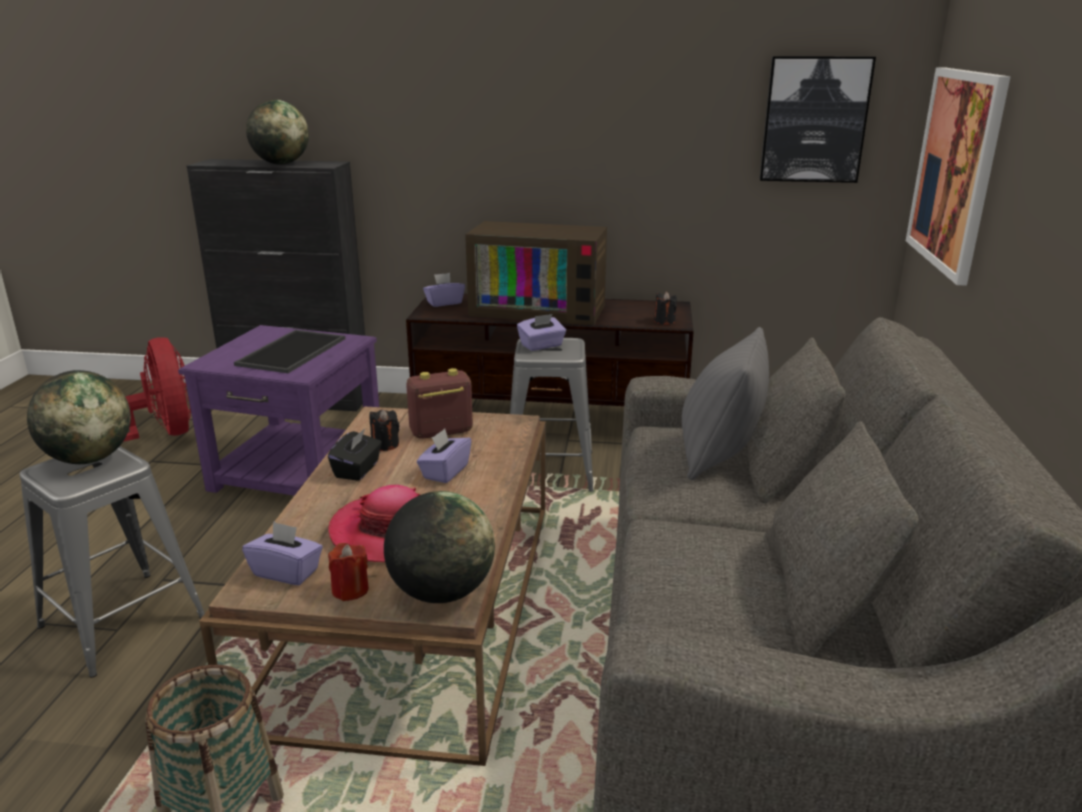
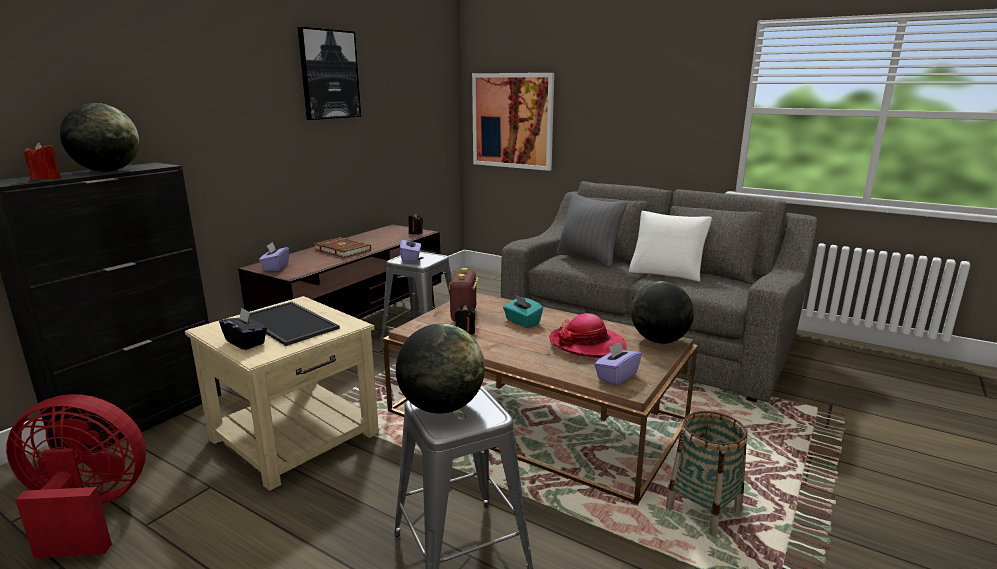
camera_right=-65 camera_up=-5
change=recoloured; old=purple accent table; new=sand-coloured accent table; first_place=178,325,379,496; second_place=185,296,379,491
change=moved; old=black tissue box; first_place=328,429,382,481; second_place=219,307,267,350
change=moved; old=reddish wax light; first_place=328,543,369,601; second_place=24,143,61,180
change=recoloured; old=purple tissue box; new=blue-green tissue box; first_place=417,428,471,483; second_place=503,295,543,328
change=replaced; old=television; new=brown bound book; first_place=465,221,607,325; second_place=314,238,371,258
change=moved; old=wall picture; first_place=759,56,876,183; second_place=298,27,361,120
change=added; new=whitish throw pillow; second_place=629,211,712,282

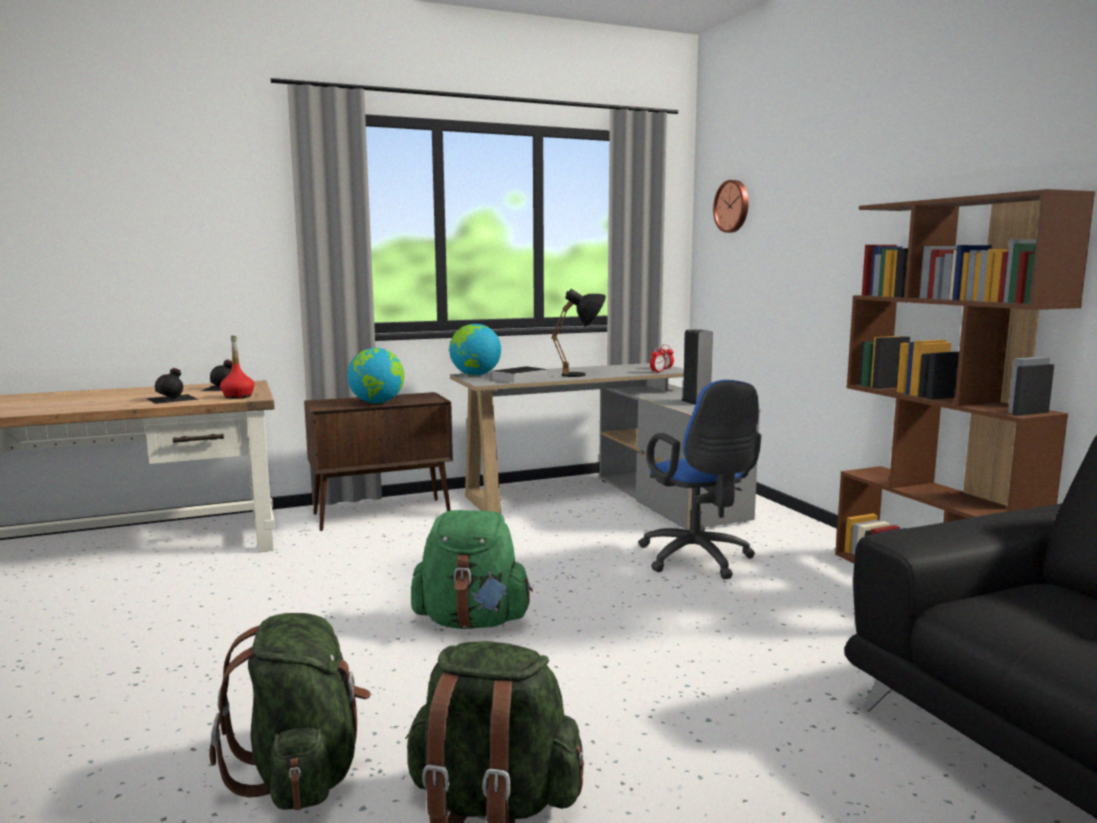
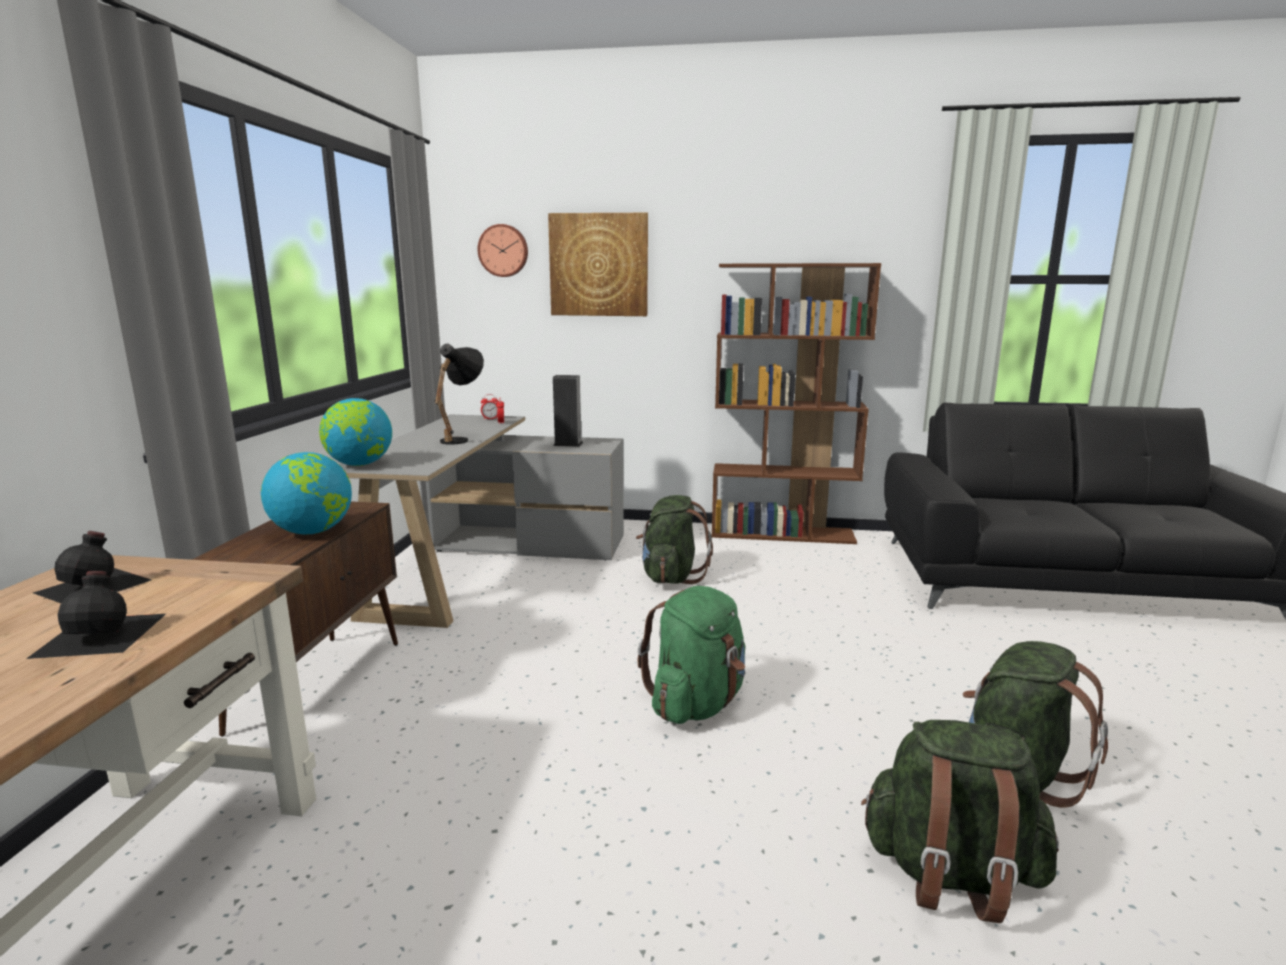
camera_right=-60 camera_up=5
change=removed; old=reddish bottle; first_place=220,336,255,399
change=removed; old=bound book; first_place=486,366,548,383
change=replaced; old=blue-coloured desk chair; new=greenish backpack; first_place=638,380,762,579; second_place=636,495,713,584
change=added; new=wall picture; second_place=548,213,648,316

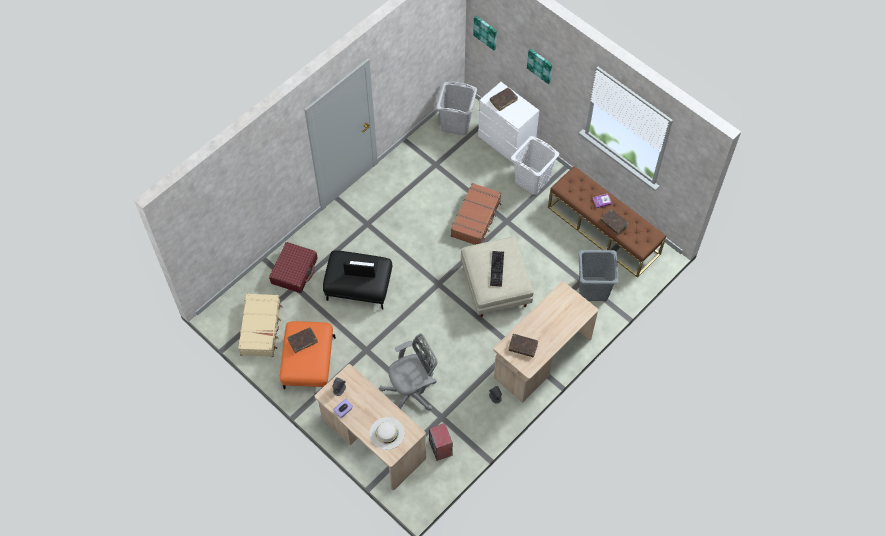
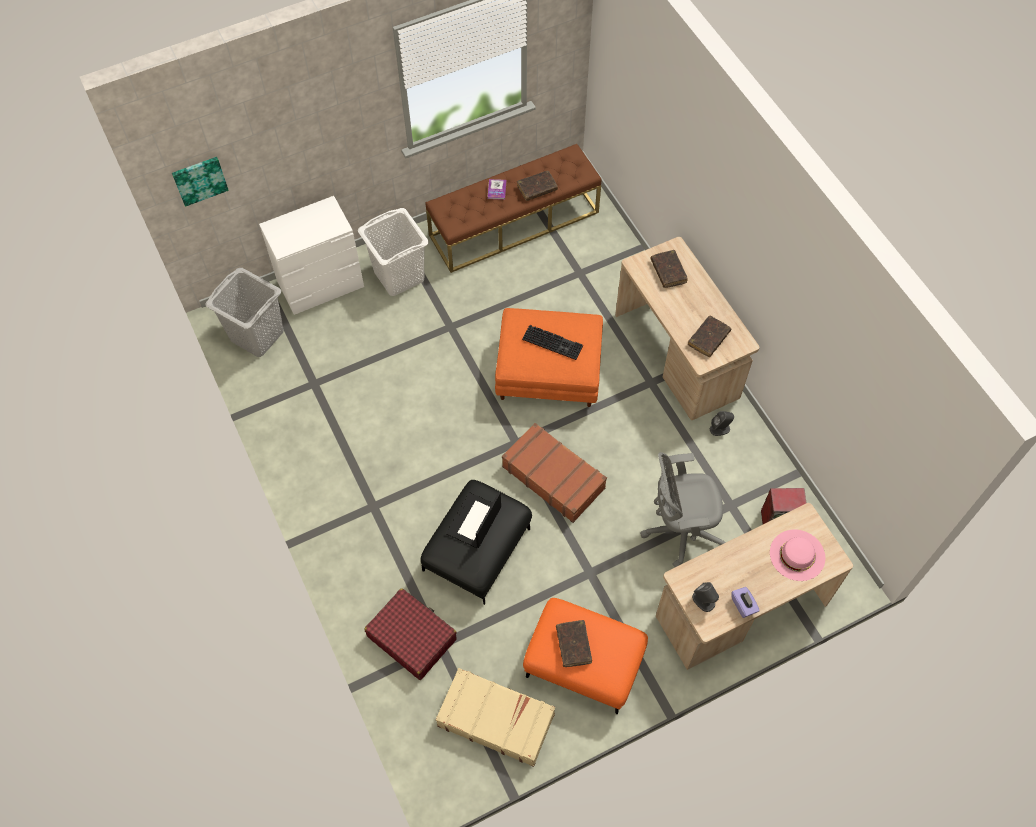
camera_right=-70 camera_up=0
change=recoloured; old=whitish hat; new=pinkish hat; first_place=369,417,405,450; second_place=770,529,825,581
change=turned; old=gray desk chair; first_place=379,333,438,411; second_place=640,452,726,567; degrees=-90
change=moved; old=brown piece of luggage; first_place=451,183,501,245; second_place=502,423,607,523
change=recoloured; old=sand-coloured ottoman; new=orange ottoman; first_place=461,237,533,317; second_place=495,308,603,407
change=moved; old=brown bound book; first_place=490,88,518,111; second_place=651,250,688,288
change=removed; old=wall picture; first_place=527,48,552,84
change=removed; old=gray hamper; first_place=578,250,618,301

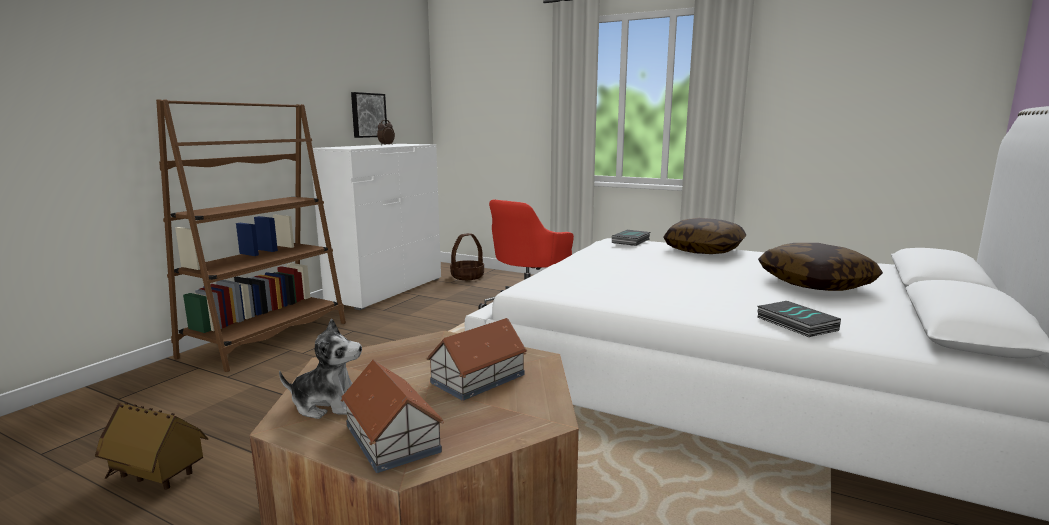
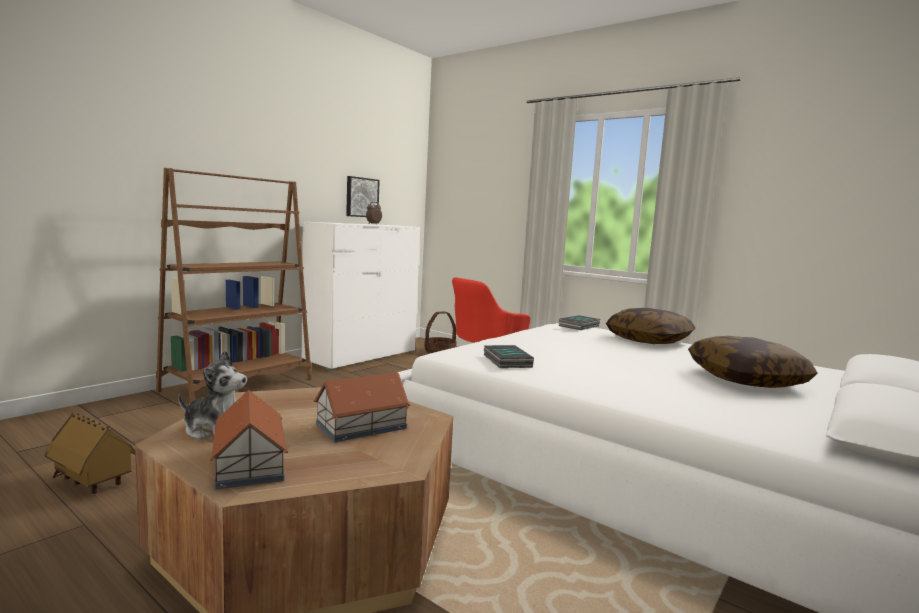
camera_right=10 camera_up=-5
change=moved; old=bound book; first_place=757,301,841,337; second_place=484,345,534,368

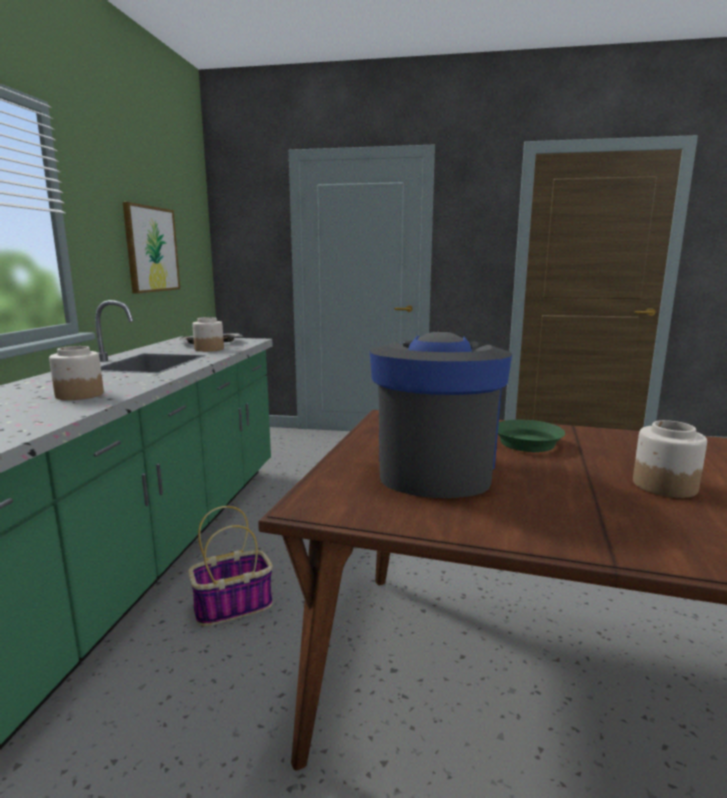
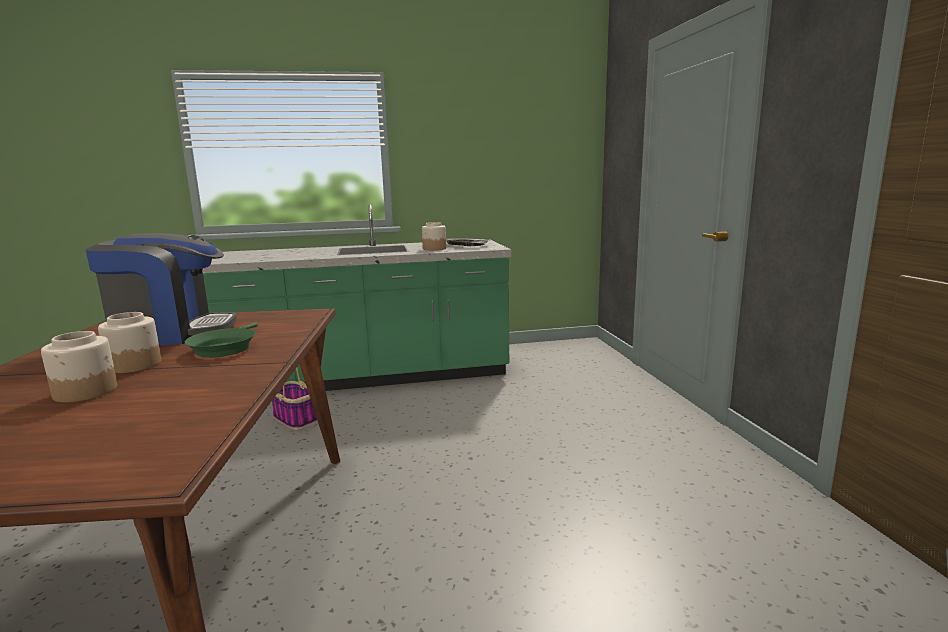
camera_right=70 camera_up=0
change=moved; old=preserve jar; first_place=49,346,104,400; second_place=98,312,161,373
change=removed; old=wall picture; first_place=123,202,180,294

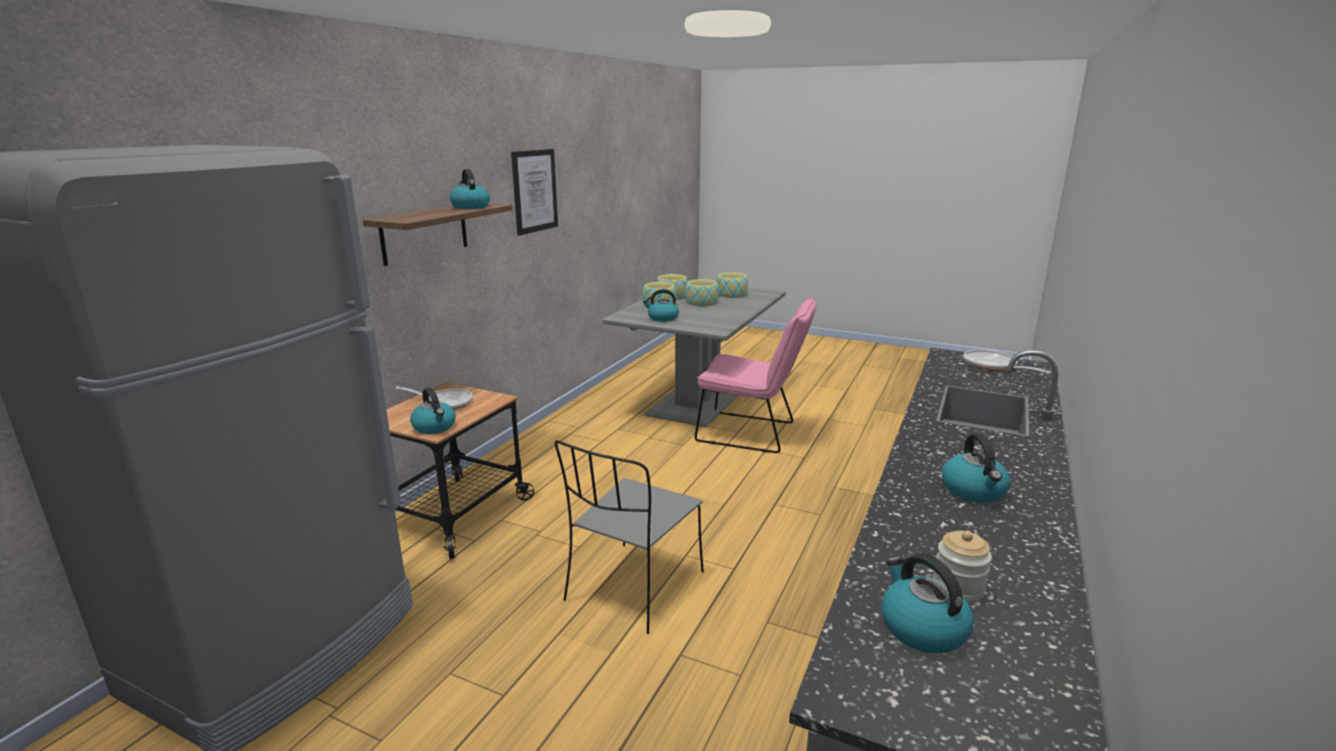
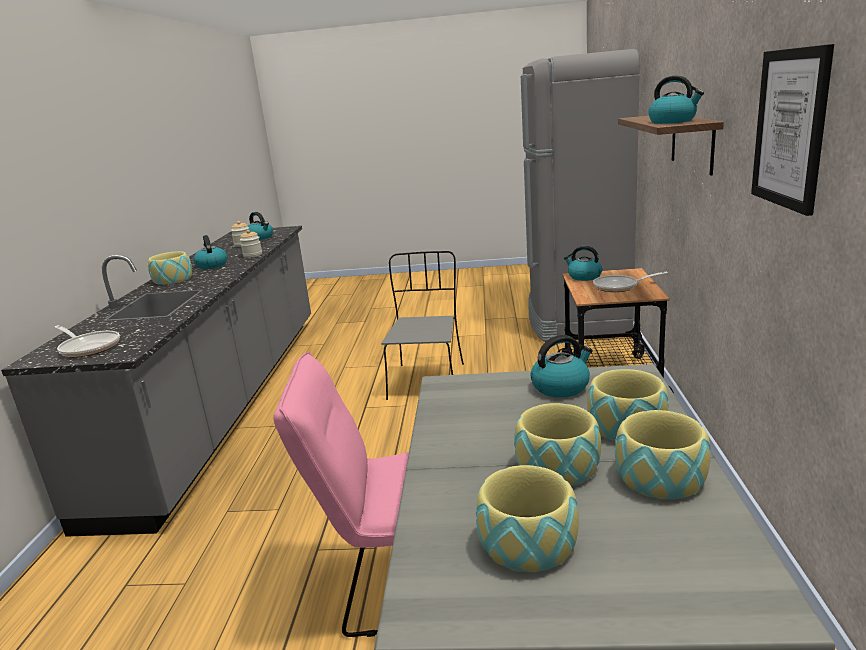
camera_right=160 camera_up=0
change=added; new=deep dish; second_place=148,251,192,285
change=added; new=preserve jar; second_place=240,230,262,258

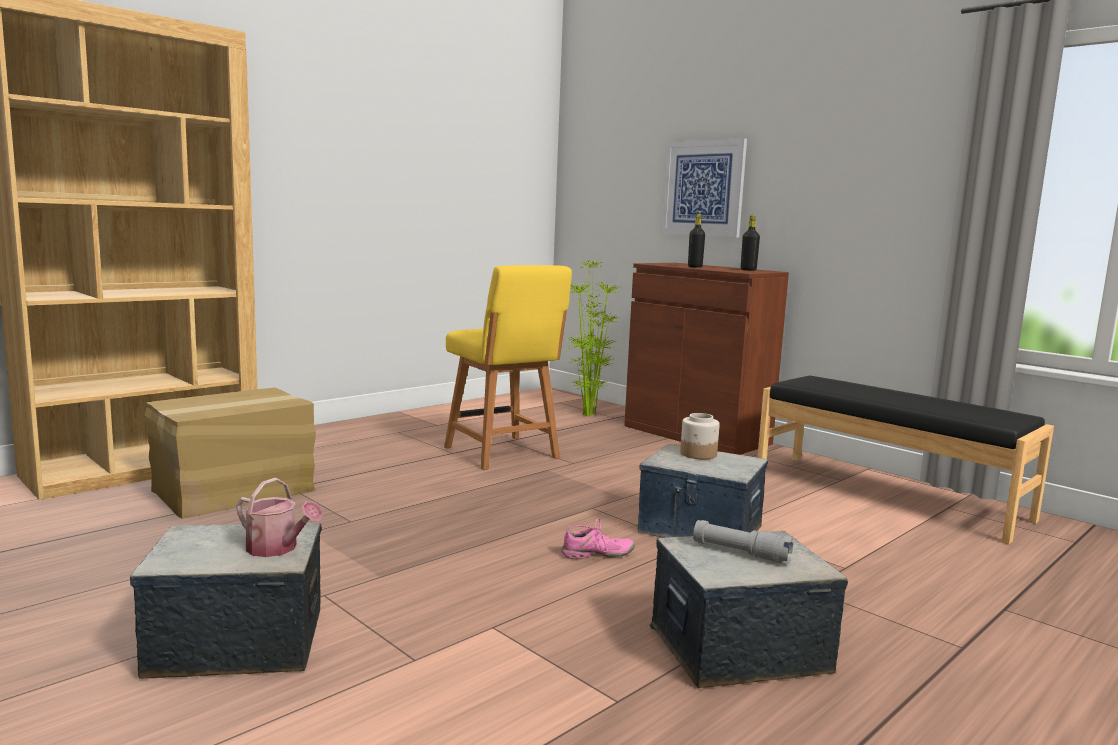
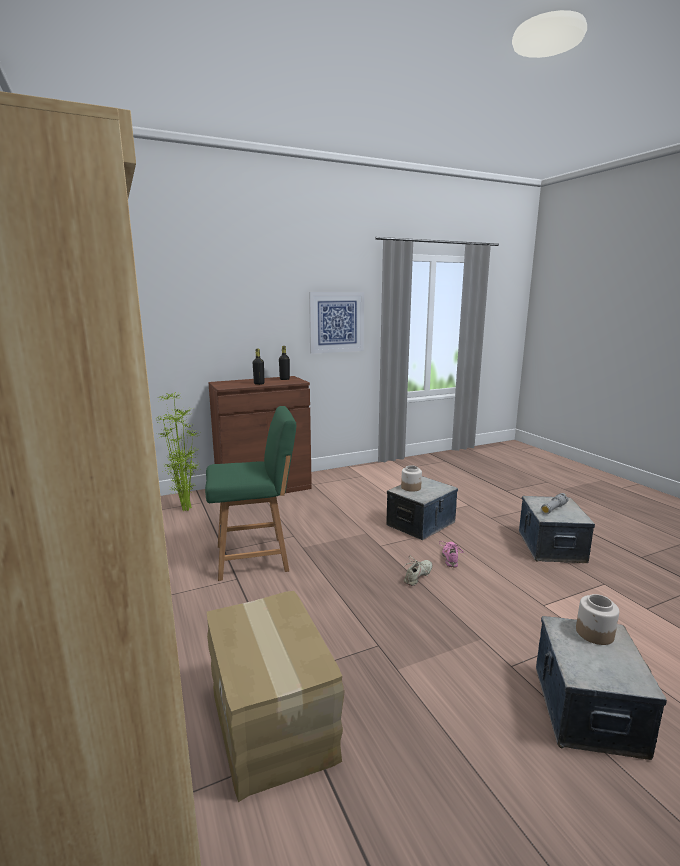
camera_right=-70 camera_up=5
change=replaced; old=sprinkling can; new=preserve jar; first_place=236,478,323,557; second_place=576,594,619,645
change=recoloured; old=yellow upright chair; new=greenish upright chair; first_place=444,265,572,470; second_place=205,406,296,581
change=moved; old=wall picture; first_place=661,138,747,237; second_place=309,292,364,354
change=removed; old=black long seat; first_place=757,376,1054,545
change=added; new=sand-coloured shoe; second_place=403,555,432,586

